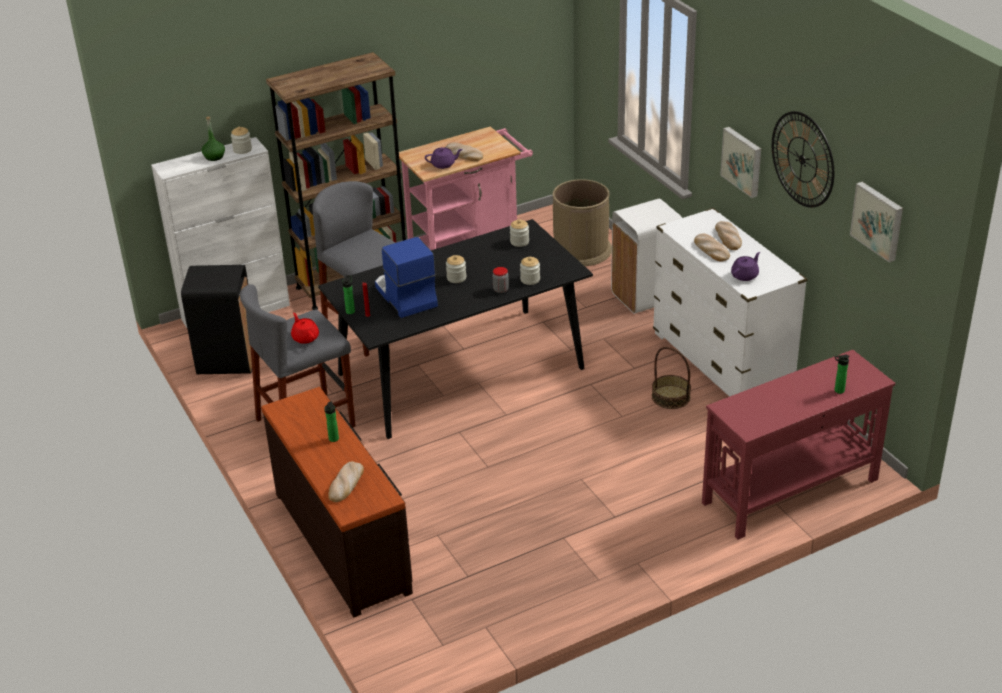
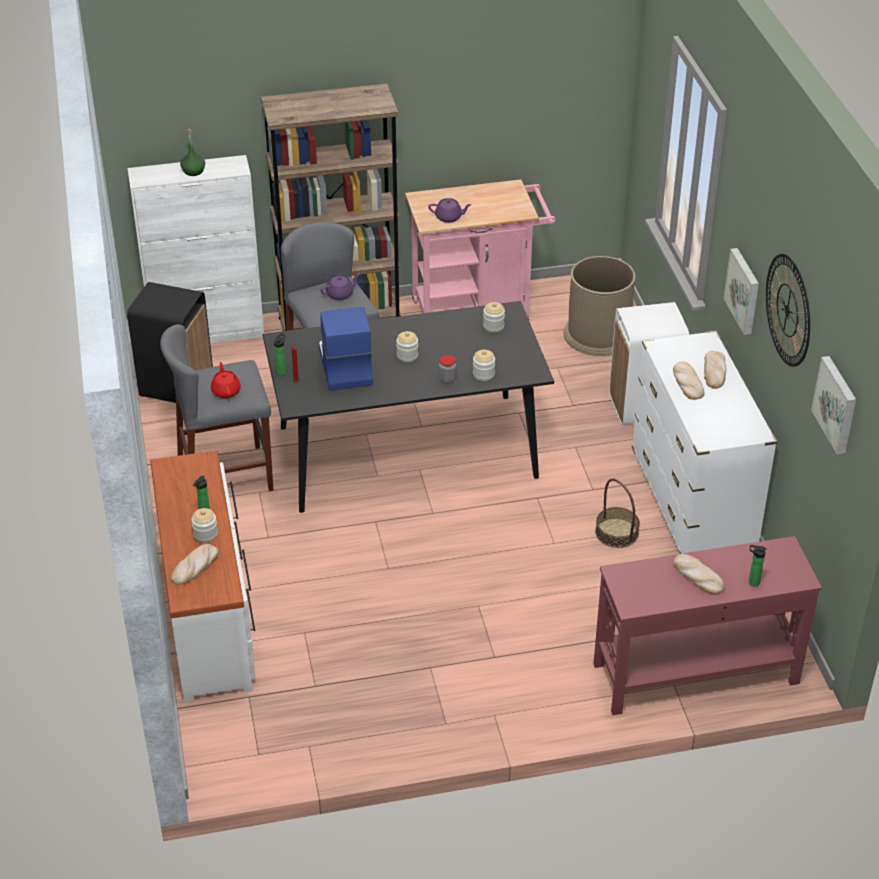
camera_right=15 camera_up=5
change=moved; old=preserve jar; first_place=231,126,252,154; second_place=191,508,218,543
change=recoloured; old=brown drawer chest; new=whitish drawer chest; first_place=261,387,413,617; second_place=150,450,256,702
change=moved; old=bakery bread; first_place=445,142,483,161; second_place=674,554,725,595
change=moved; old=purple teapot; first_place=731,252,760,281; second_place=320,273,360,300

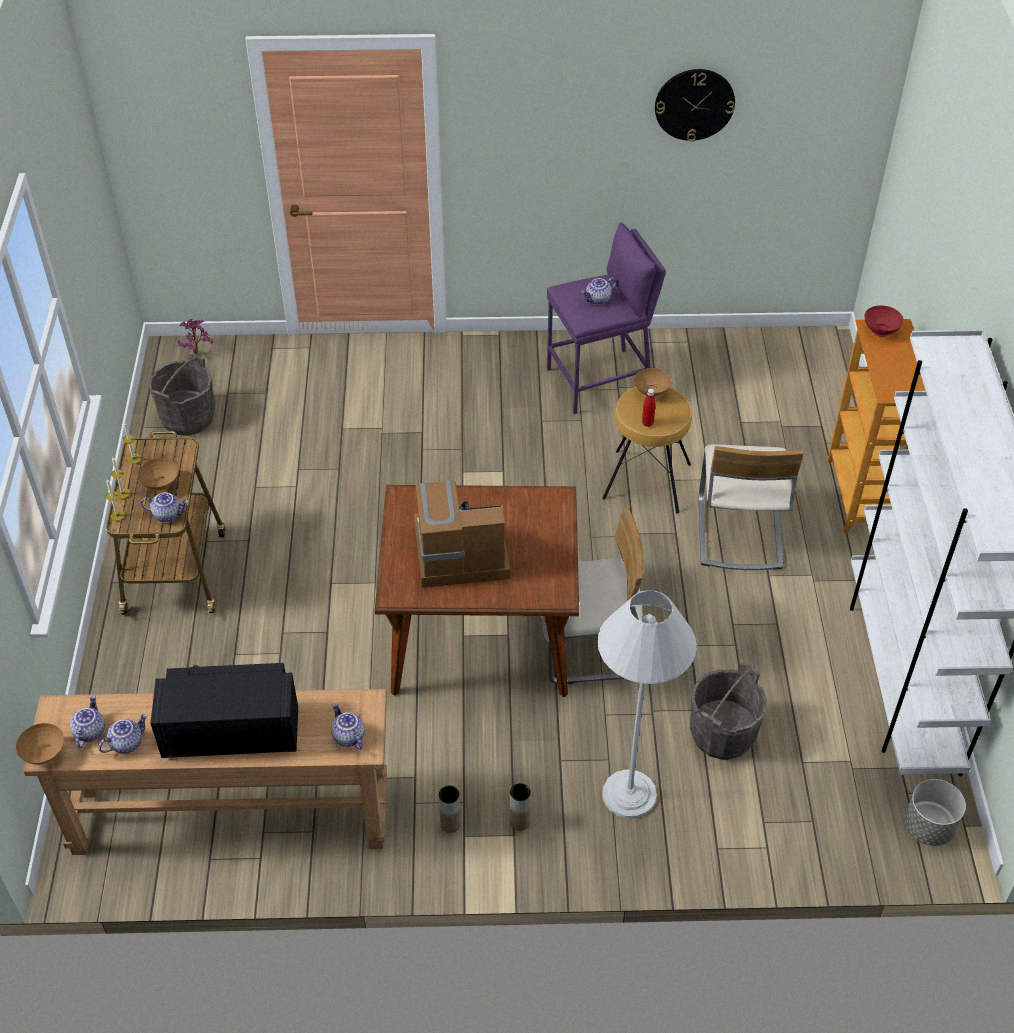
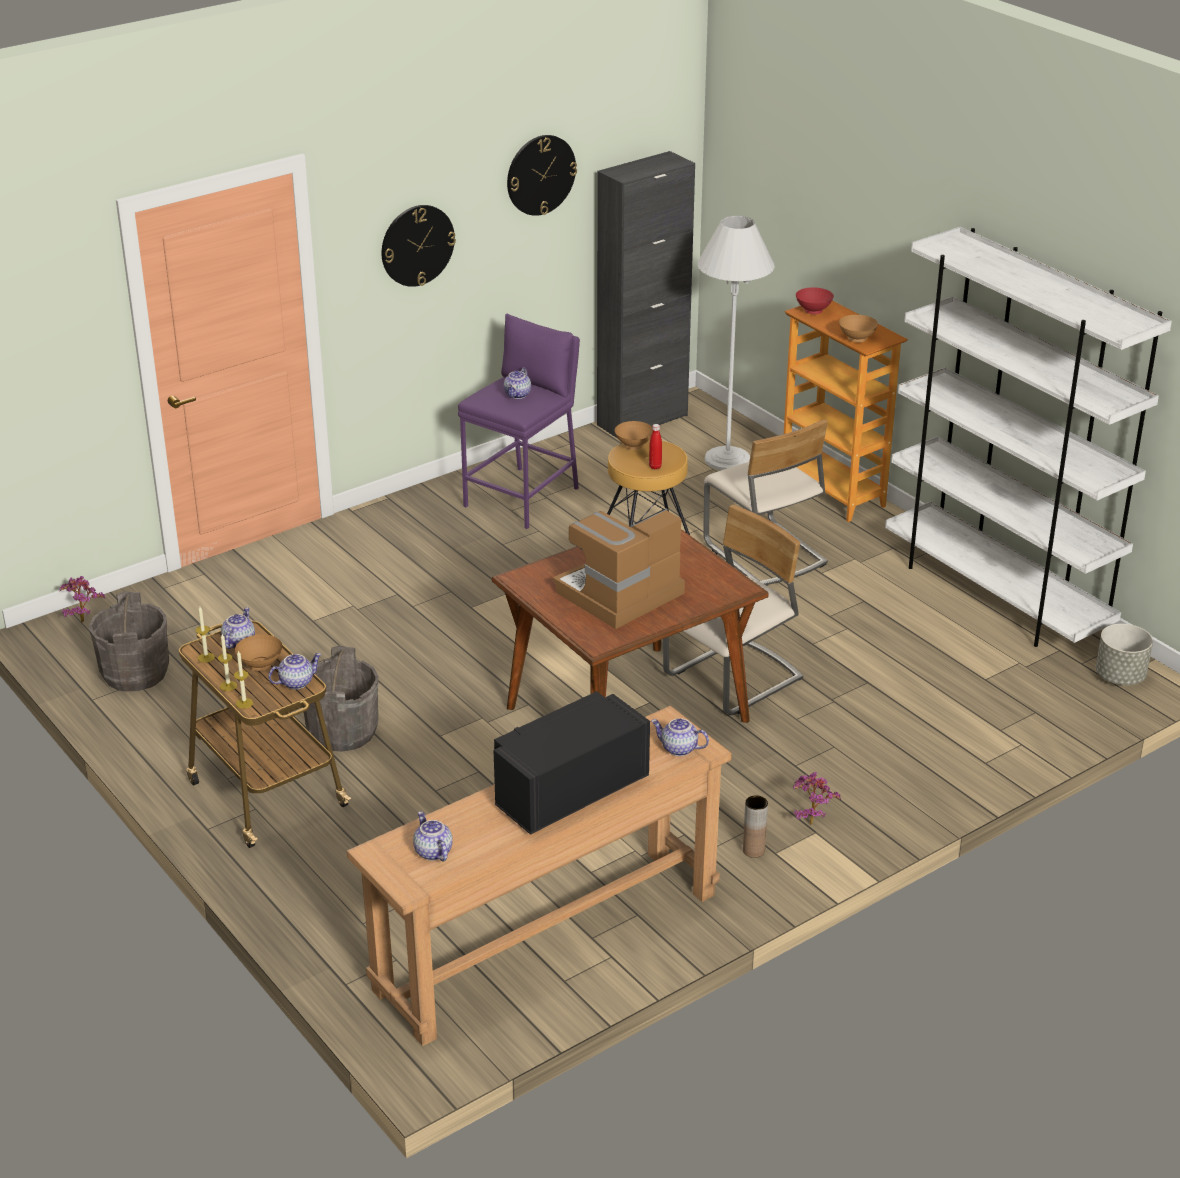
camera_right=-35 camera_up=-15
change=moved; old=brown deep dish; first_place=16,723,64,765; second_place=839,315,878,342
change=moved; old=teapot; first_place=98,714,148,754; second_place=221,607,255,649
change=replaced; old=brown decorative vase; new=potted plant; first_place=510,783,531,831; second_place=793,772,841,825
change=moved; old=whitish standing lamp; first_place=597,590,697,819; second_place=697,216,775,470
change=moved; old=gray water bucket; first_place=690,663,767,760; second_place=303,646,379,752
change=added; new=hanging clock; second_place=382,205,456,287
change=added; new=black storage cabinet; second_place=597,151,695,438

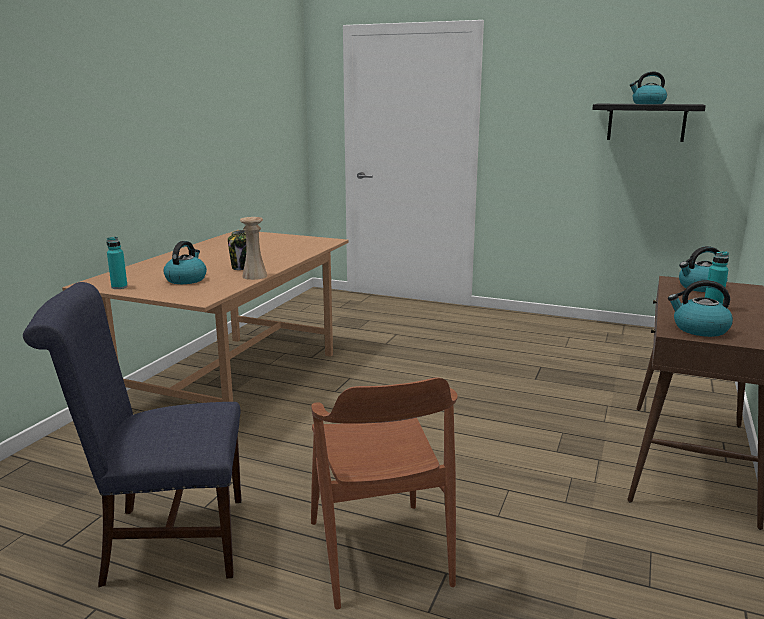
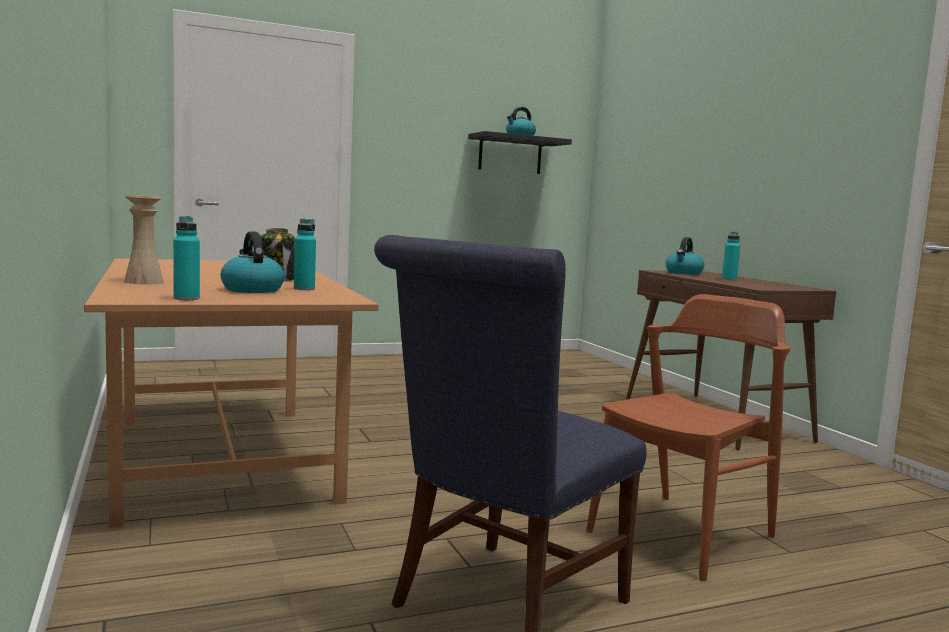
camera_right=-45 camera_up=-10
change=moved; old=sand-coloured decorative vase; first_place=240,217,267,280; second_place=124,195,164,284
change=turned; old=brown upright chair; first_place=311,377,458,609; second_place=586,294,791,581; degrees=-75
change=removed; old=water kettle; first_place=668,280,733,337
change=added; new=blue-green bottle; second_place=294,219,316,290

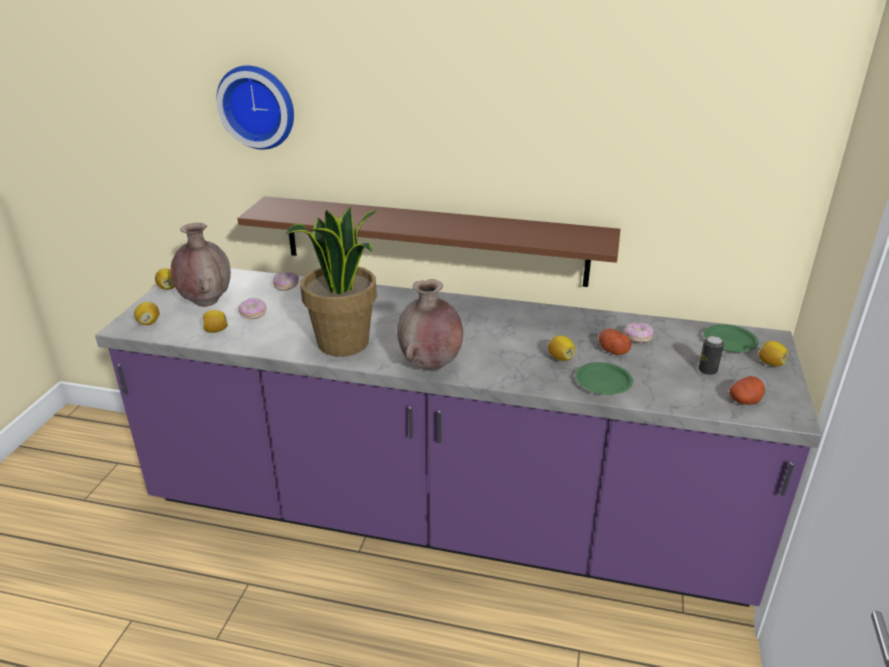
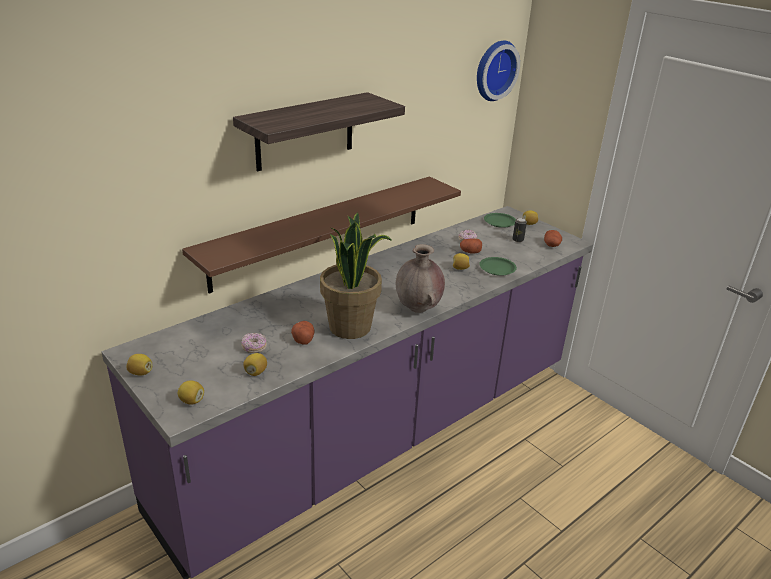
camera_right=-55 camera_up=0
change=removed; old=brown decorative vase; first_place=171,223,231,307
change=moved; old=hanging clock; first_place=216,65,294,150; second_place=477,40,520,101
change=removed; old=ring doughnut; first_place=273,272,299,291
change=added; new=shelf; second_place=233,92,405,171
change=added; new=whole potato; second_place=291,321,315,344

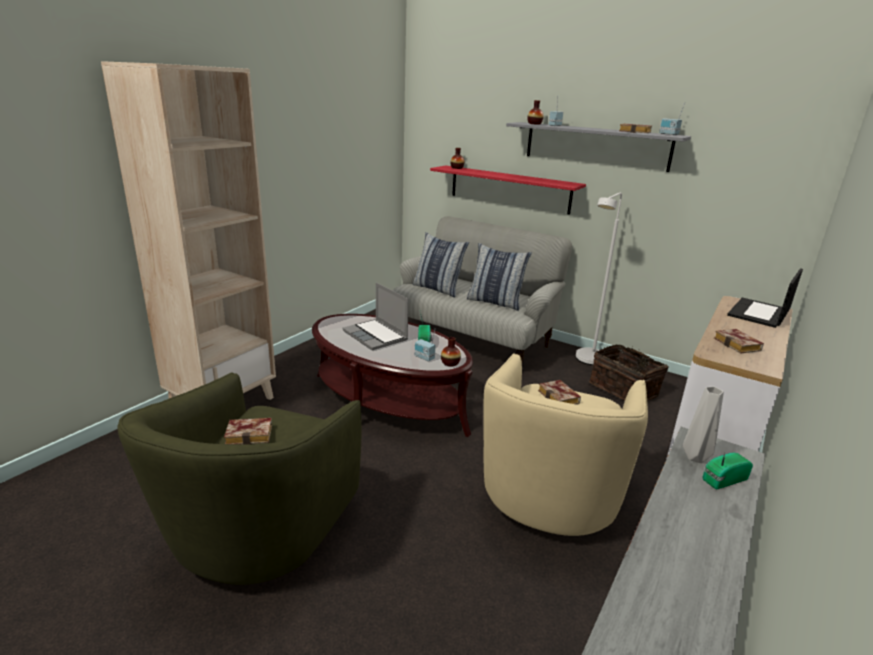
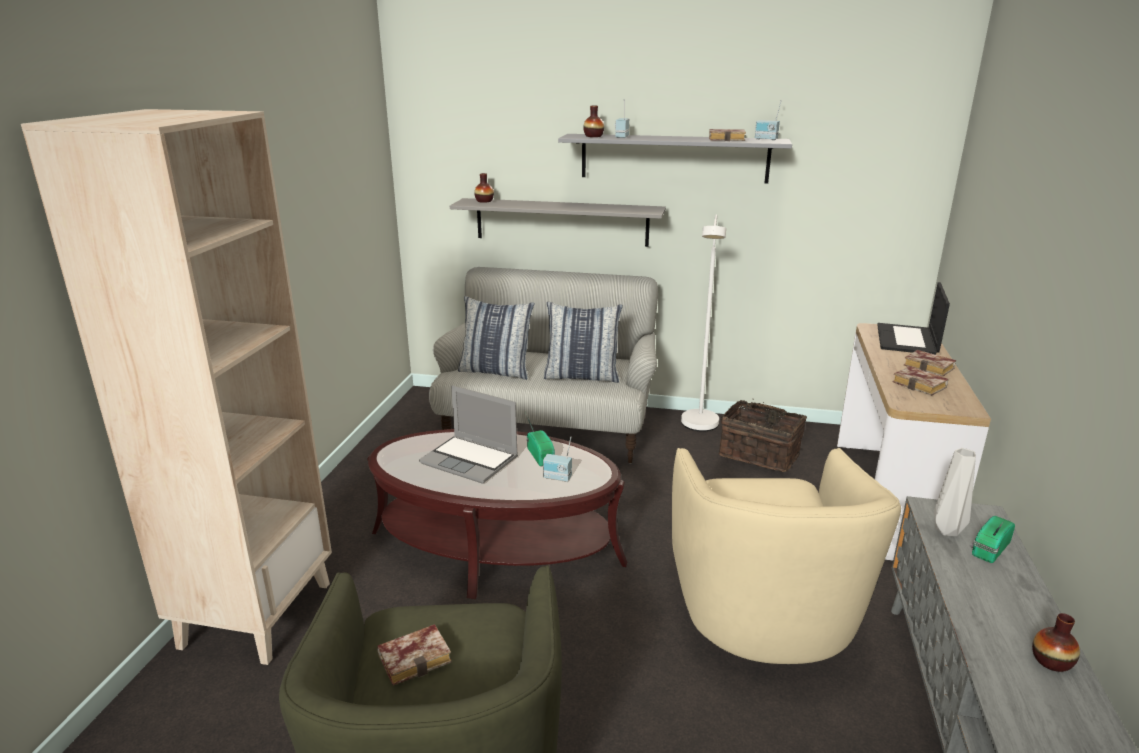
camera_right=-20 camera_up=0
change=recoloured; old=reddish shelf; new=gray shelf; first_place=430,165,586,215; second_place=450,198,666,247
change=moved; old=decorative vase; first_place=441,337,461,367; second_place=1032,613,1080,672
change=moved; old=bound book; first_place=538,380,581,404; second_place=904,350,956,377

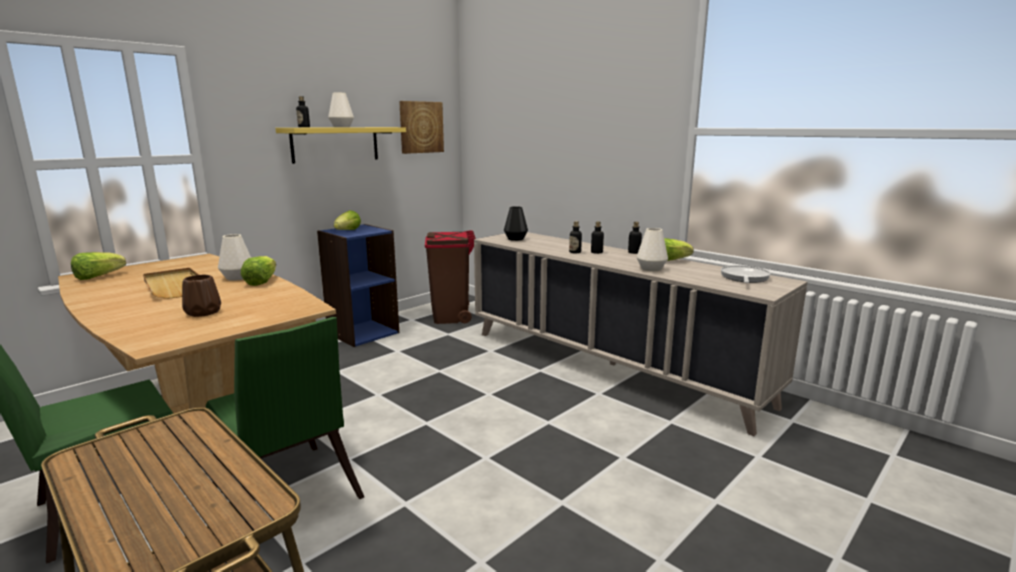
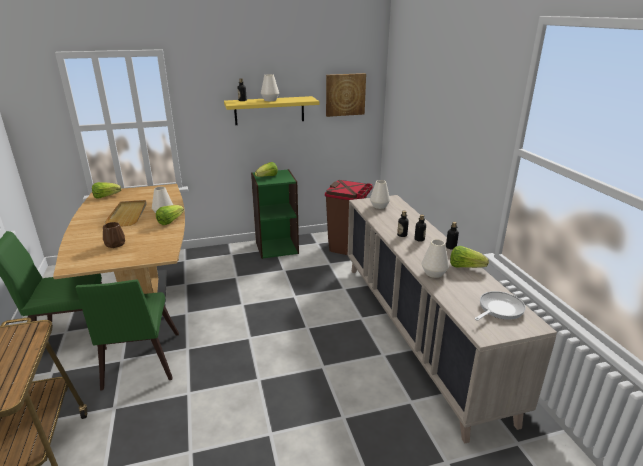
camera_right=30 camera_up=10
change=recoloured; old=blue-coloured bookcase; new=greenish bookcase; first_place=317,224,399,347; second_place=251,169,299,259
change=recoloured; old=black decorative vase; new=whitish decorative vase; first_place=504,206,528,241; second_place=370,180,390,209

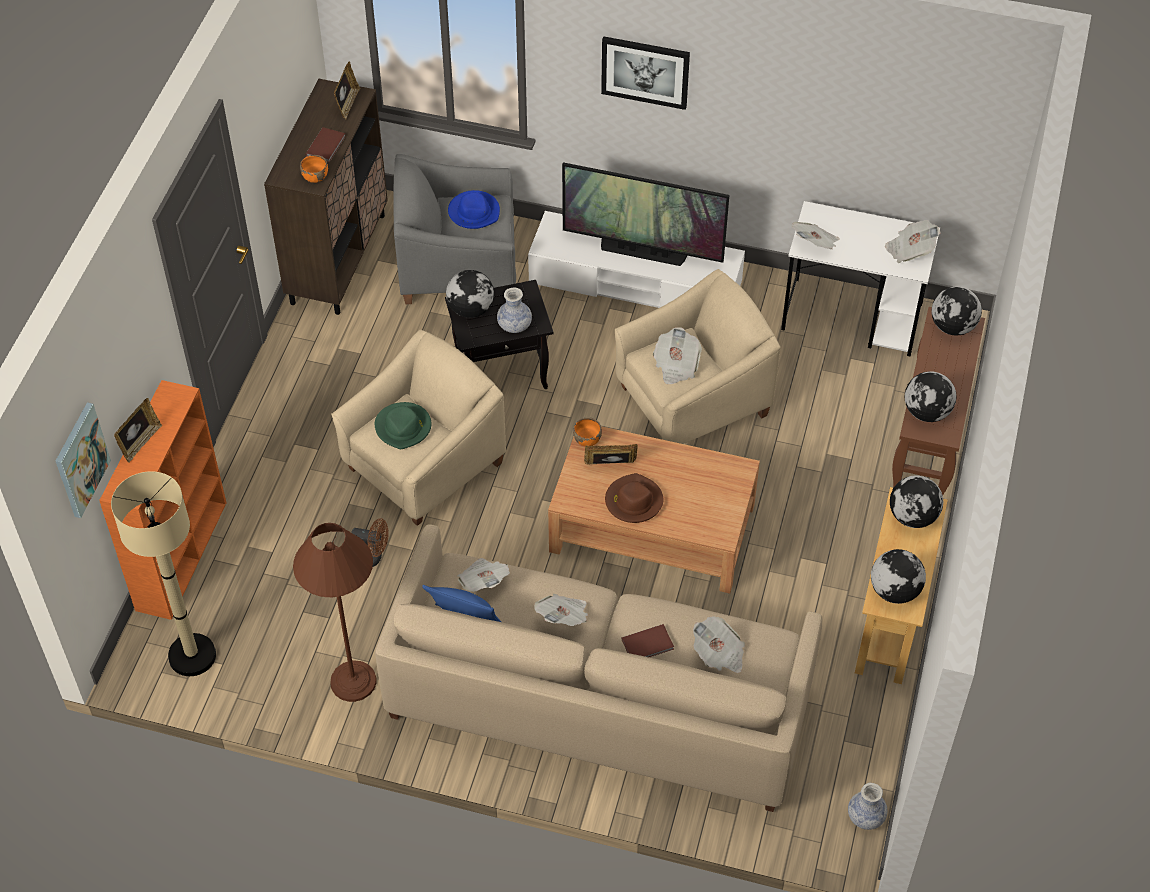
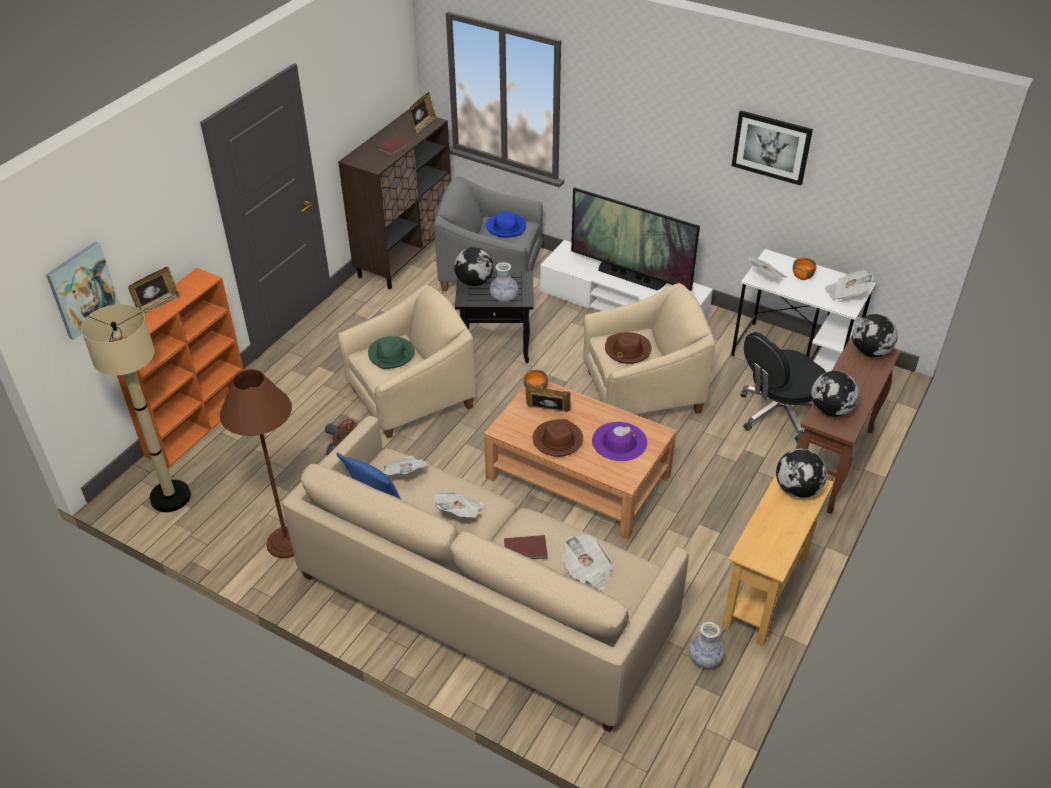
camera_right=15 camera_up=-10
change=moved; old=orange deep dish; first_place=300,155,328,183; second_place=793,258,816,280
change=moved; old=wall picture; first_place=601,36,690,110; second_place=732,111,813,186
change=replaced; old=daily paper; new=brown hat; first_place=653,327,702,384; second_place=605,332,652,364
change=moved; old=decorative vase; first_place=848,782,887,830; second_place=688,621,725,668
change=removed; old=world globe; first_place=871,549,926,604
change=added; new=purple hat; second_place=592,422,647,461
change=added; new=black desk chair; second_place=741,332,826,443

